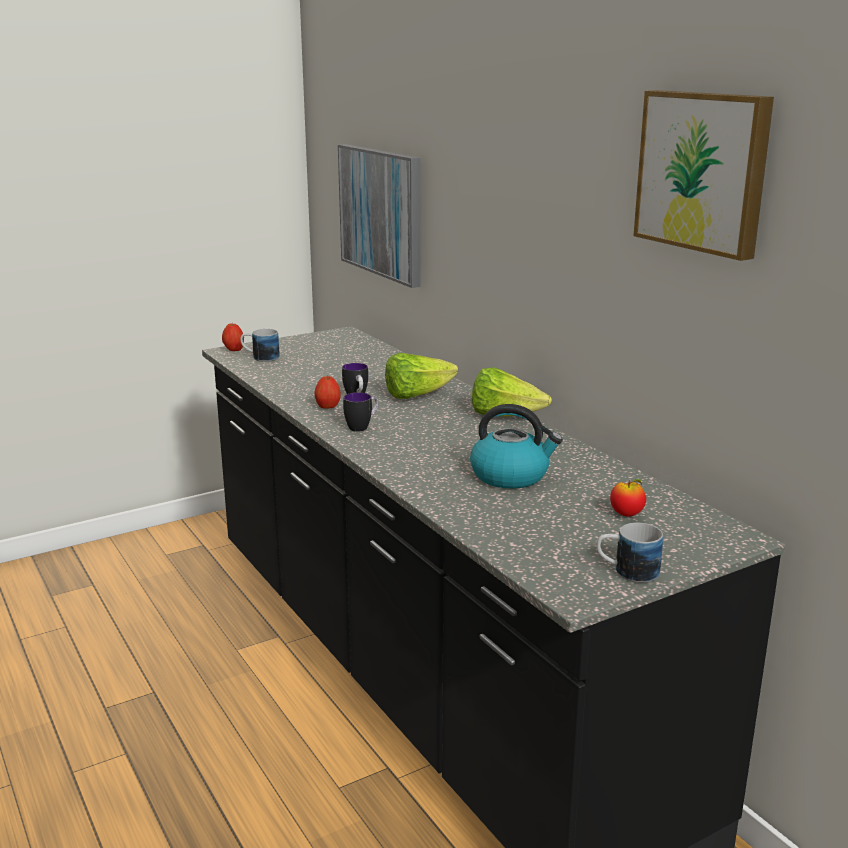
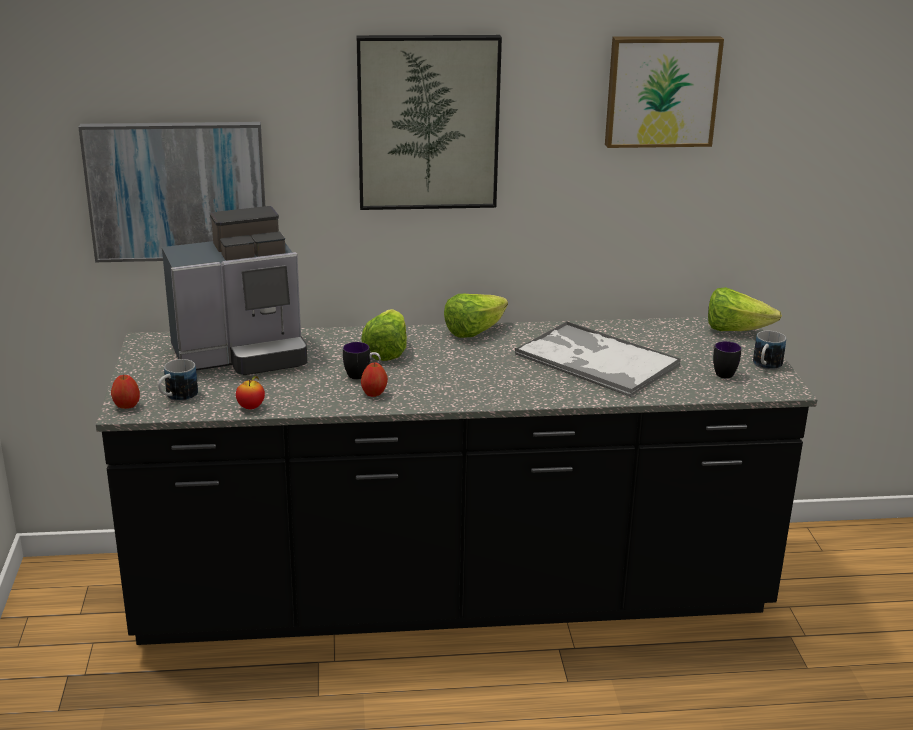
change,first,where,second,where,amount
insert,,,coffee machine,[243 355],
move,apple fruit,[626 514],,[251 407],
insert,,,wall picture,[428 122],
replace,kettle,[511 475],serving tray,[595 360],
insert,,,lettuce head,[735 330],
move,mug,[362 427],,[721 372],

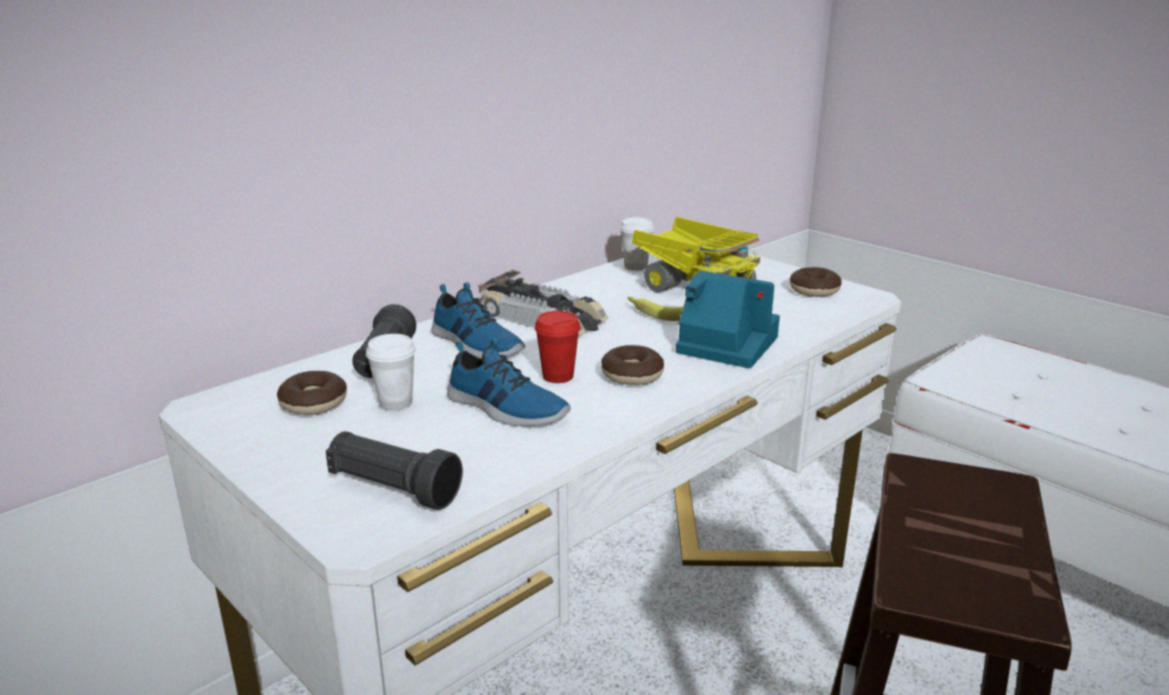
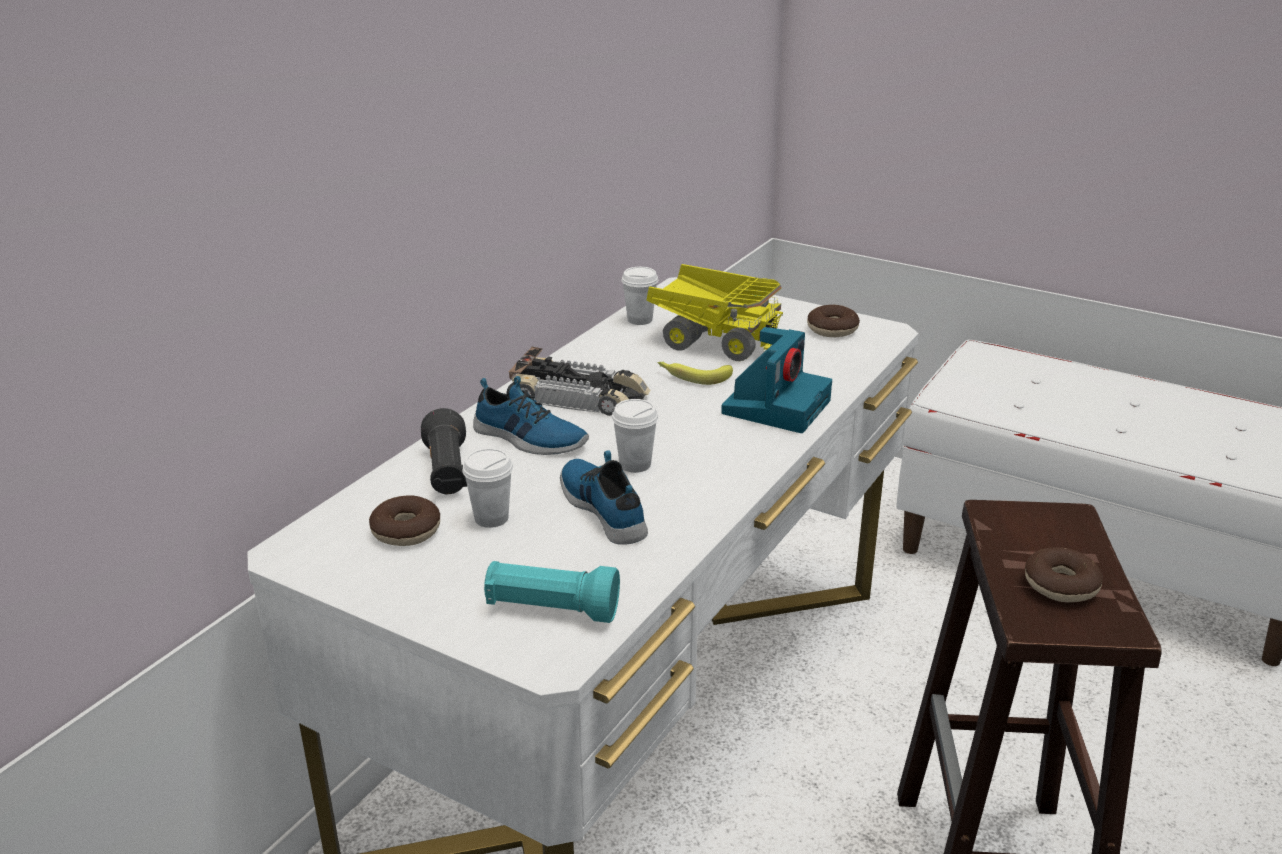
change,first,where,second,where,amount
recolor,black torch,[393 489],turquoise torch,[551 609],
rotate,item of footwear,[505 408],,[605 508],135 degrees counterclockwise
recolor,reddish small cup,[558 376],white small cup,[635 464],
rotate,still camera,[724 344],,[776 405],105 degrees clockwise
move,doughnut,[632 375],,[1061 585],

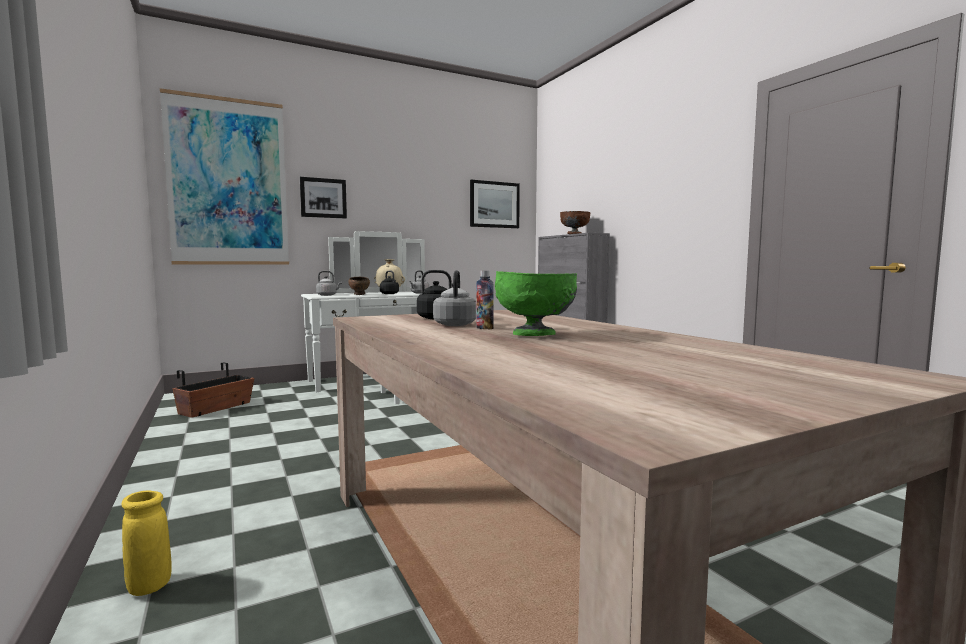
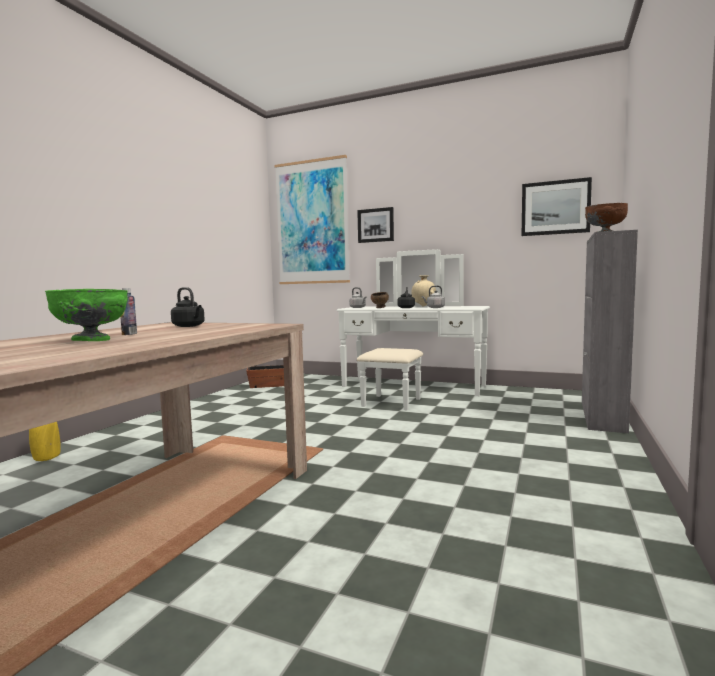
change,first,where,second,where,amount
delete,gray kettle,[455 324],,,

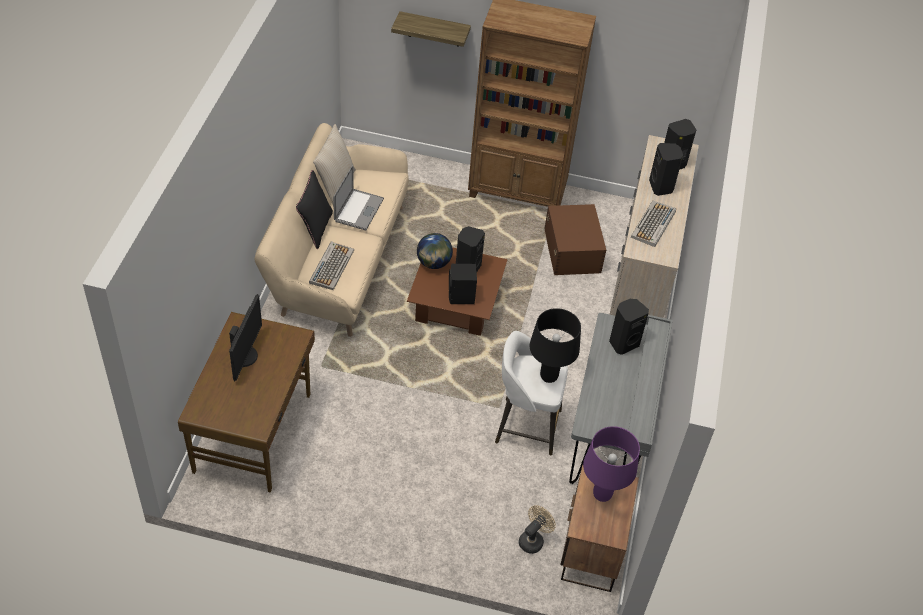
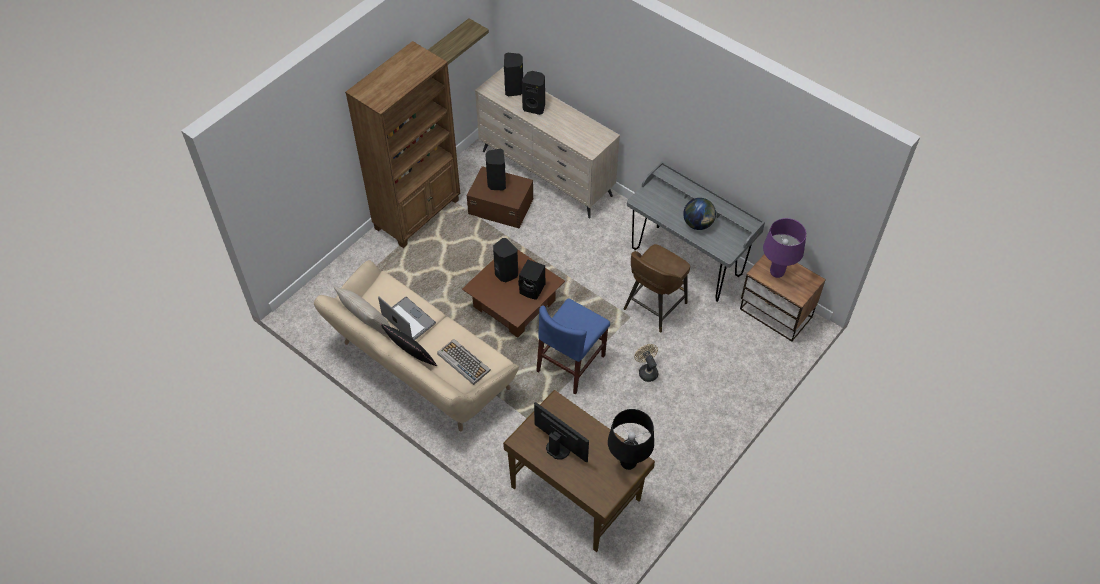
change,first,where,second,where,amount
move,bracket shelf,[434 29],,[447 44],
move,black audio speaker,[623 343],,[496 183],
insert,,,blue-coloured plain chair,[571 363],
move,black tabletop lamp,[549 376],,[628 463],
recolor,white stool,[525 425],brown stool,[654 307],
move,beige cooling fan,[533 540],,[646 371],
move,globe,[433 263],,[698 224],
delete,keyboard,[653 224],,,

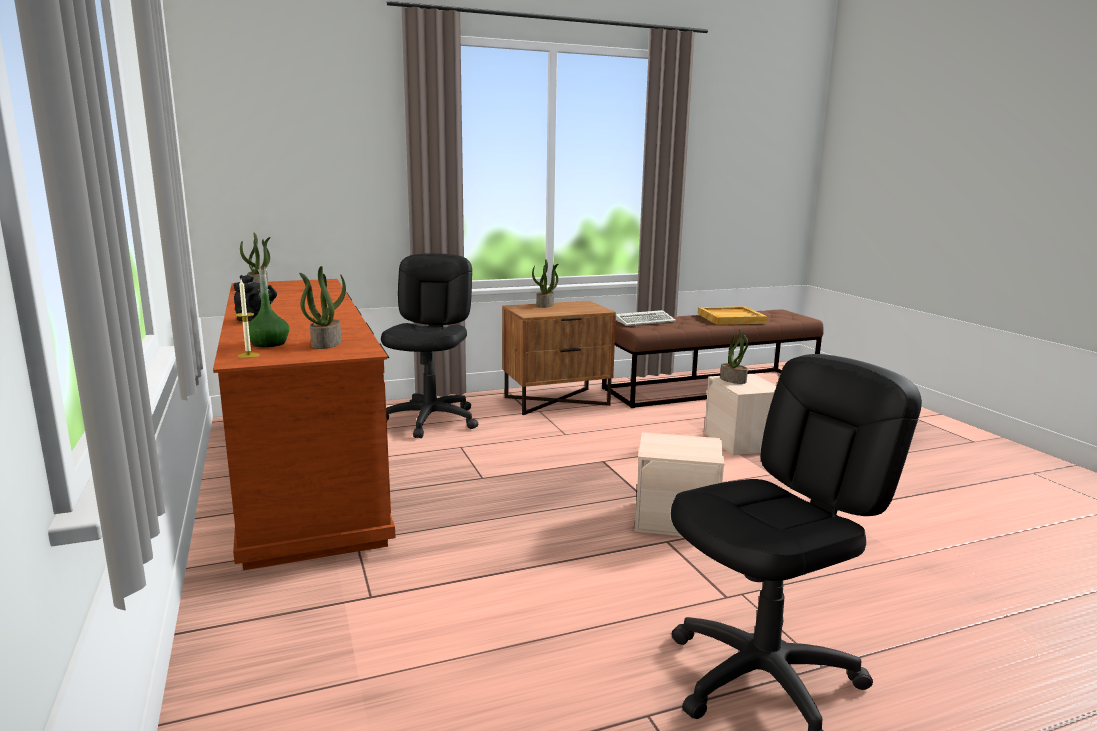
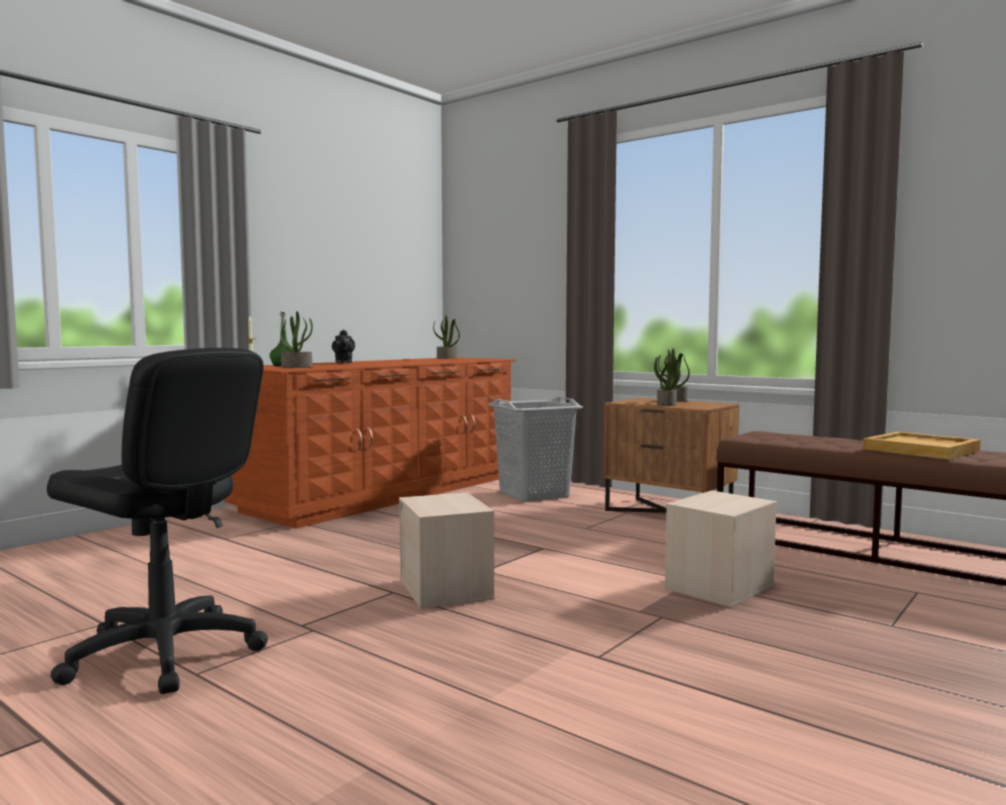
change,first,where,second,where,amount
replace,black office chair,[431 420],gray hamper,[534 494],
move,plant in a pot,[733 380],,[667 404],
delete,keyboard,[645 321],,,

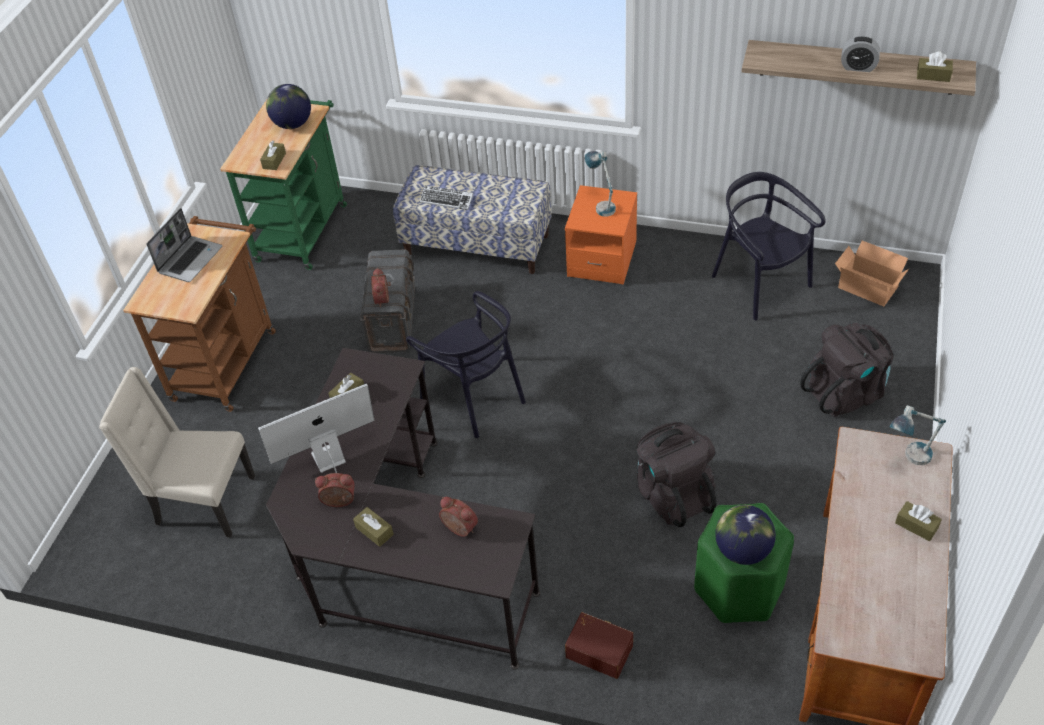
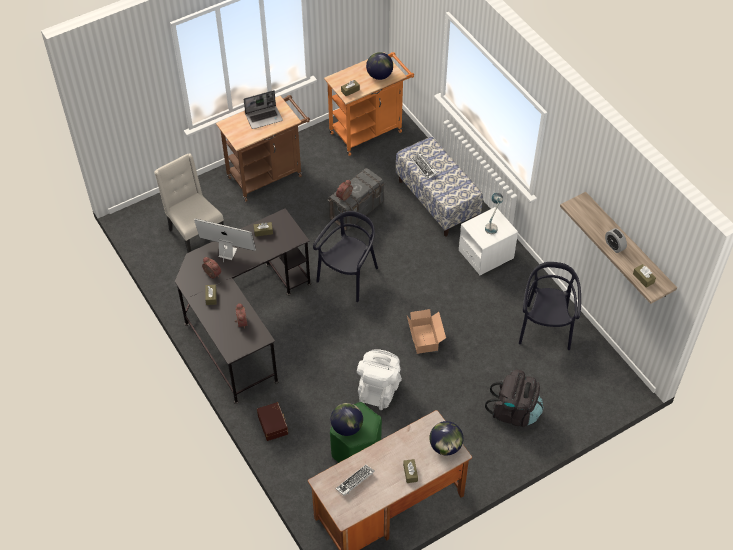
change,first,where,second,where,amount
rotate,black plain chair,[474 398],,[348 276],150 degrees counterclockwise
recolor,greenish wheeled cart,[303 228],orange wheeled cart,[369 130],
insert,,,keyboard,[355 481],
recolor,black rucksack,[672 494],white rucksack,[379 389],
move,packing box,[867 285],,[425 338],
replace,tabletop lamp,[908 458],globe,[445 446],
recolor,orange nightstand,[602 259],white nightstand,[486 254],

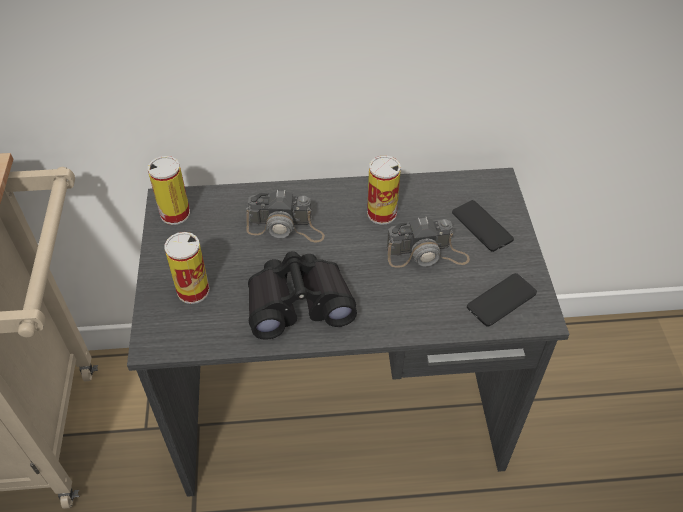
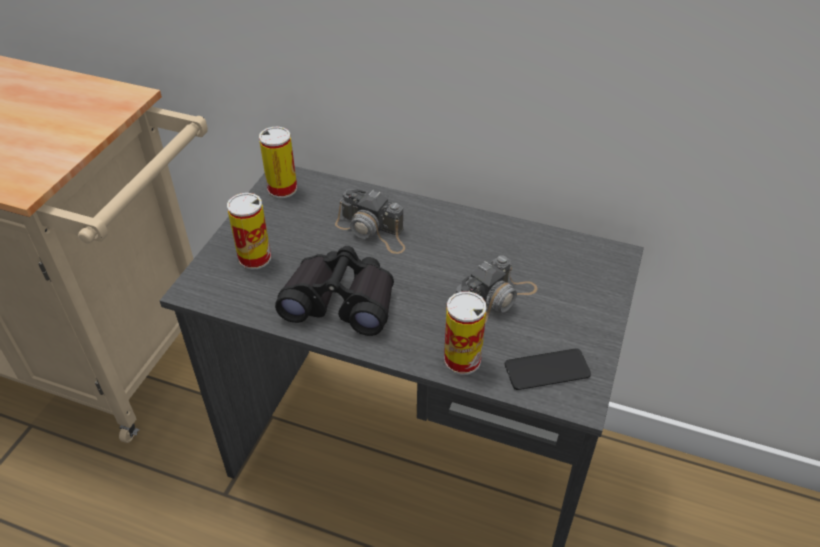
change,first,where,second,where,amount
move,metal can,[382 213],,[462 360],
rotate,still camera,[427 254],,[496 299],60 degrees counterclockwise
delete,telephone,[482 226],,,

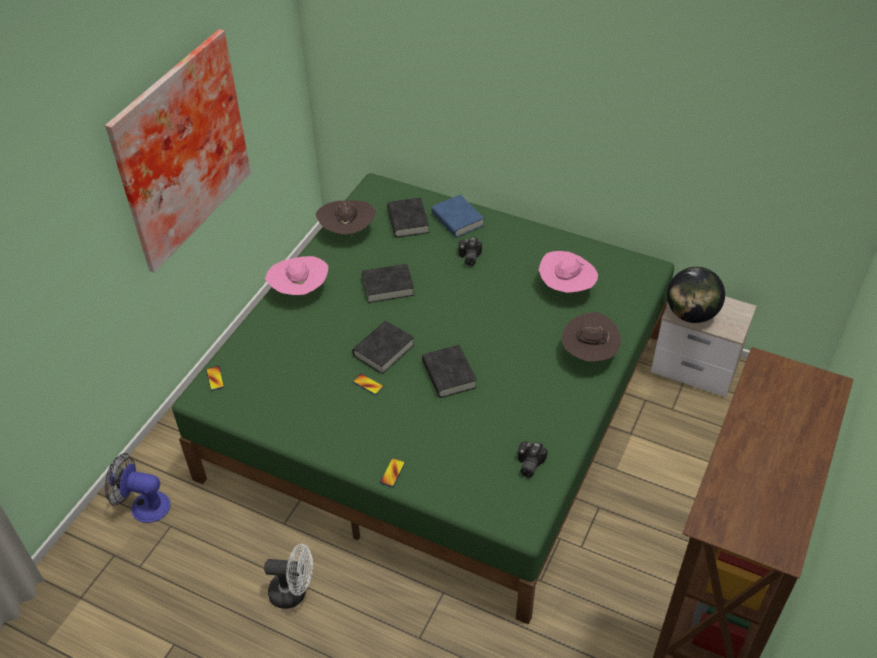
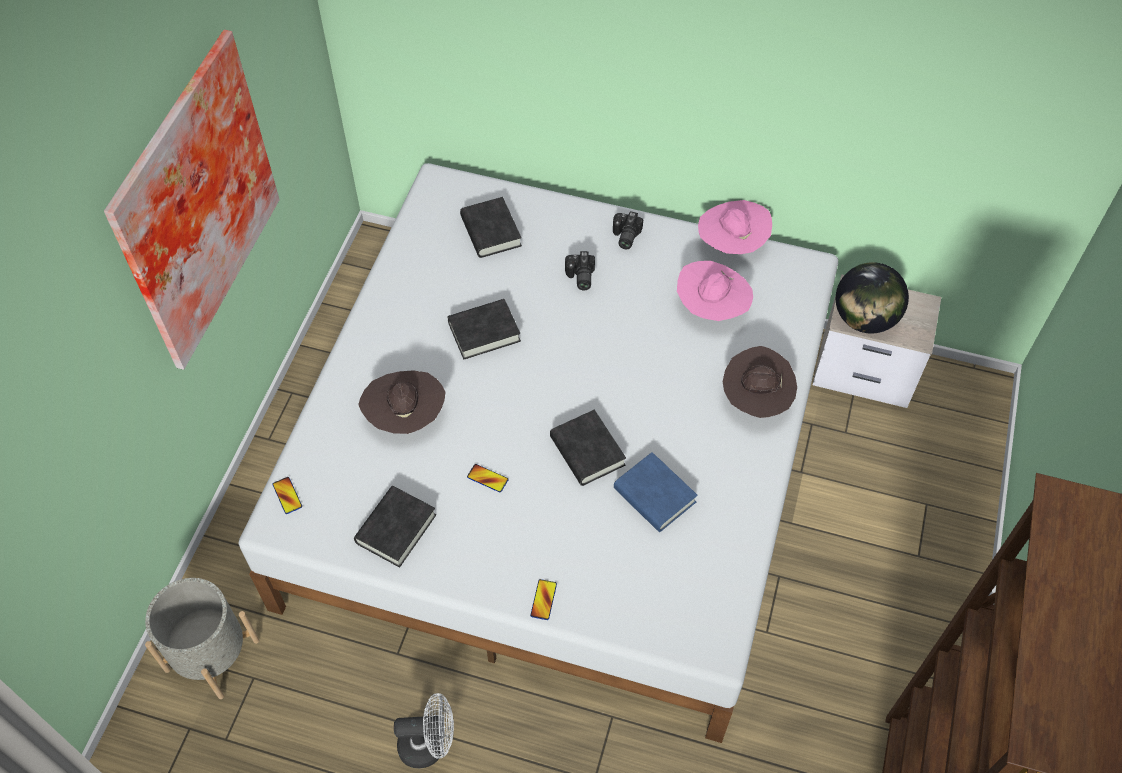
change,first,where,second,where,amount
replace,cooling fan,[143 505],gray plant pot,[212 655],
recolor,greenish bed,[440 404],white bed,[561 463],
move,black book,[383 350],,[396 529],
move,brown clothing hat,[347 232],,[406 417],
move,still camera,[528 464],,[624 237],
move,blue-coloured book,[457 220],,[654 496],
move,pink clothing hat,[300 291],,[731 245],

